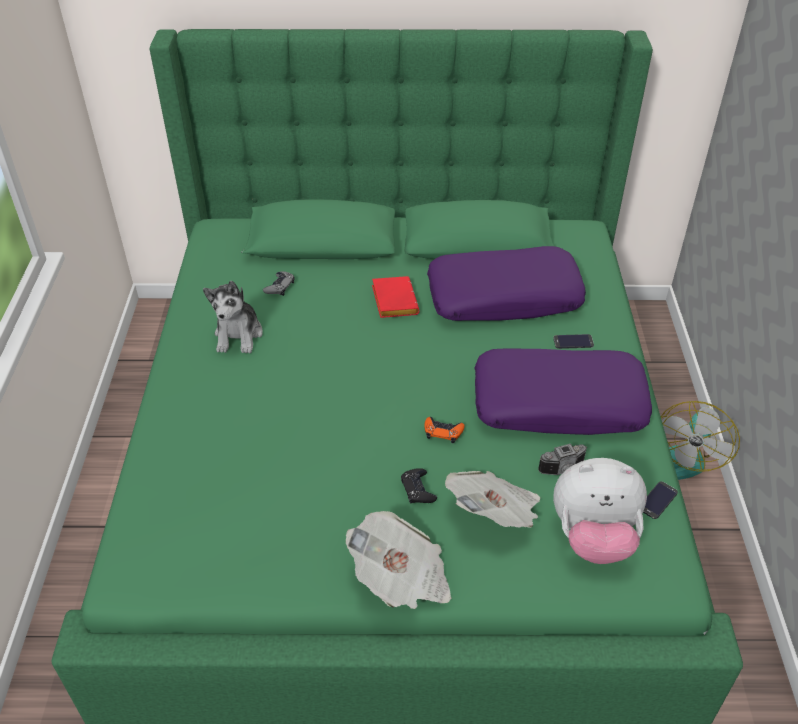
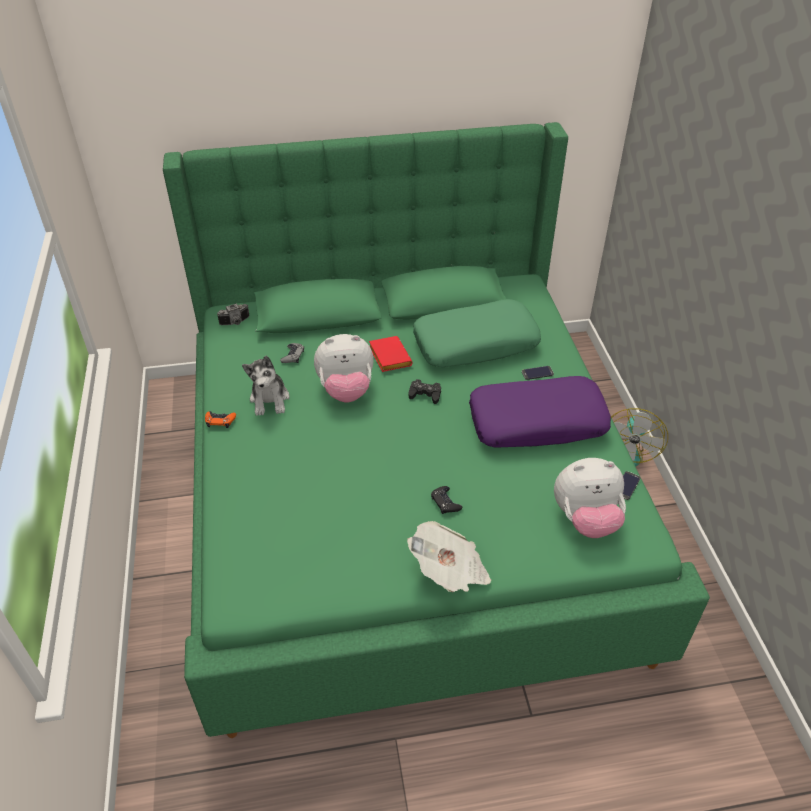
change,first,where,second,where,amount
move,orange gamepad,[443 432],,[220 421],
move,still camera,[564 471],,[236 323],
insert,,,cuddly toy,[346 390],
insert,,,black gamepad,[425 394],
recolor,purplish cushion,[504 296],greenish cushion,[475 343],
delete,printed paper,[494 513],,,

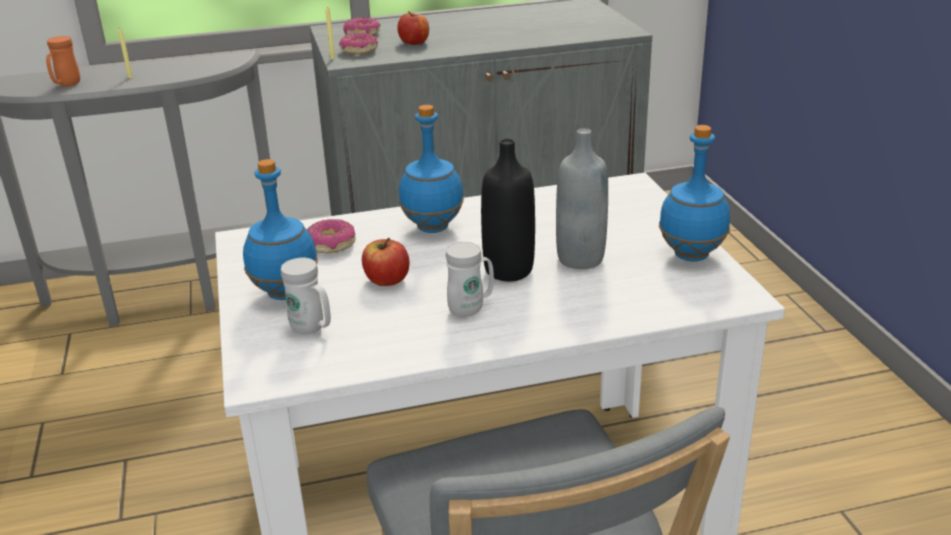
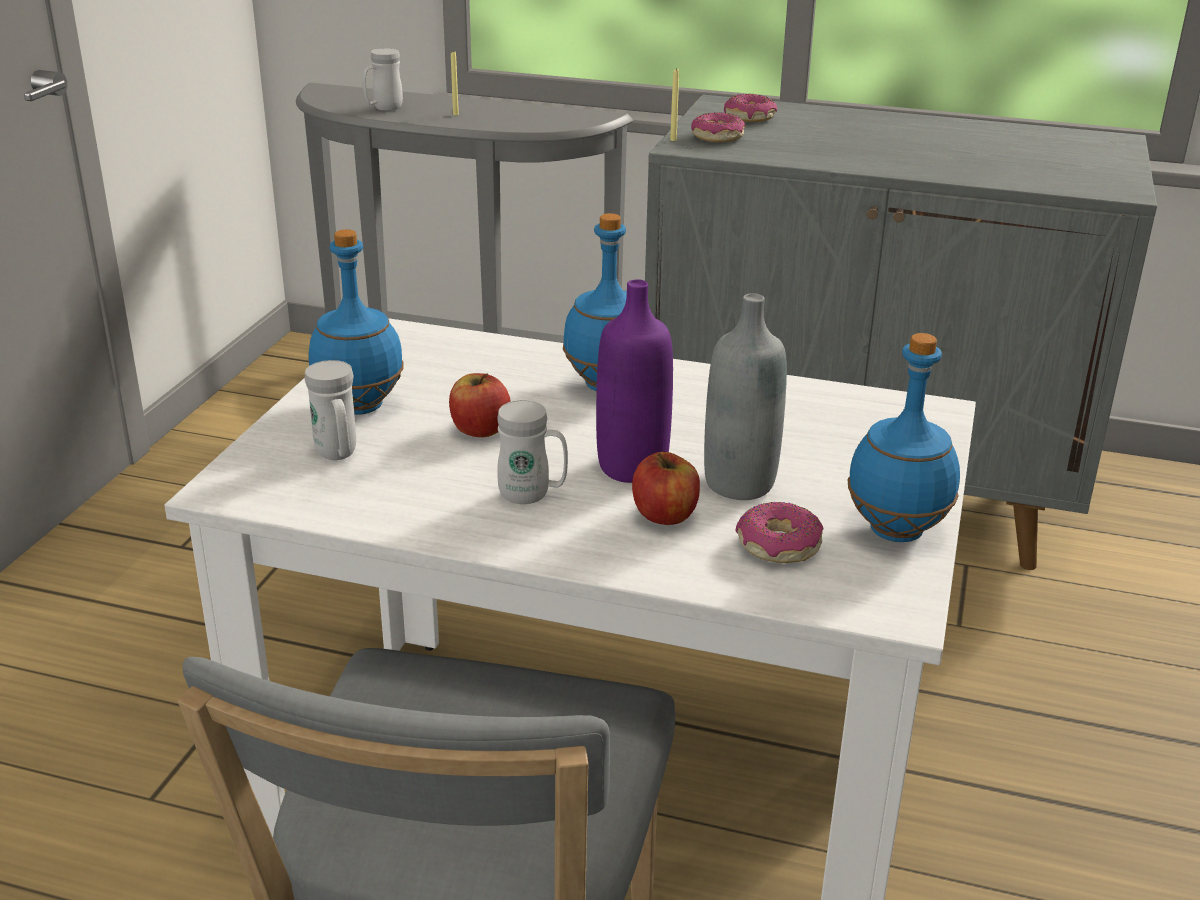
change,first,where,second,where,amount
recolor,orange mug,[66 85],white mug,[383 109],
recolor,black beverage bottle,[508 270],purplish beverage bottle,[632 467],
move,apple fruit,[414 42],,[665 515],
move,doughnut,[330 245],,[778 546],

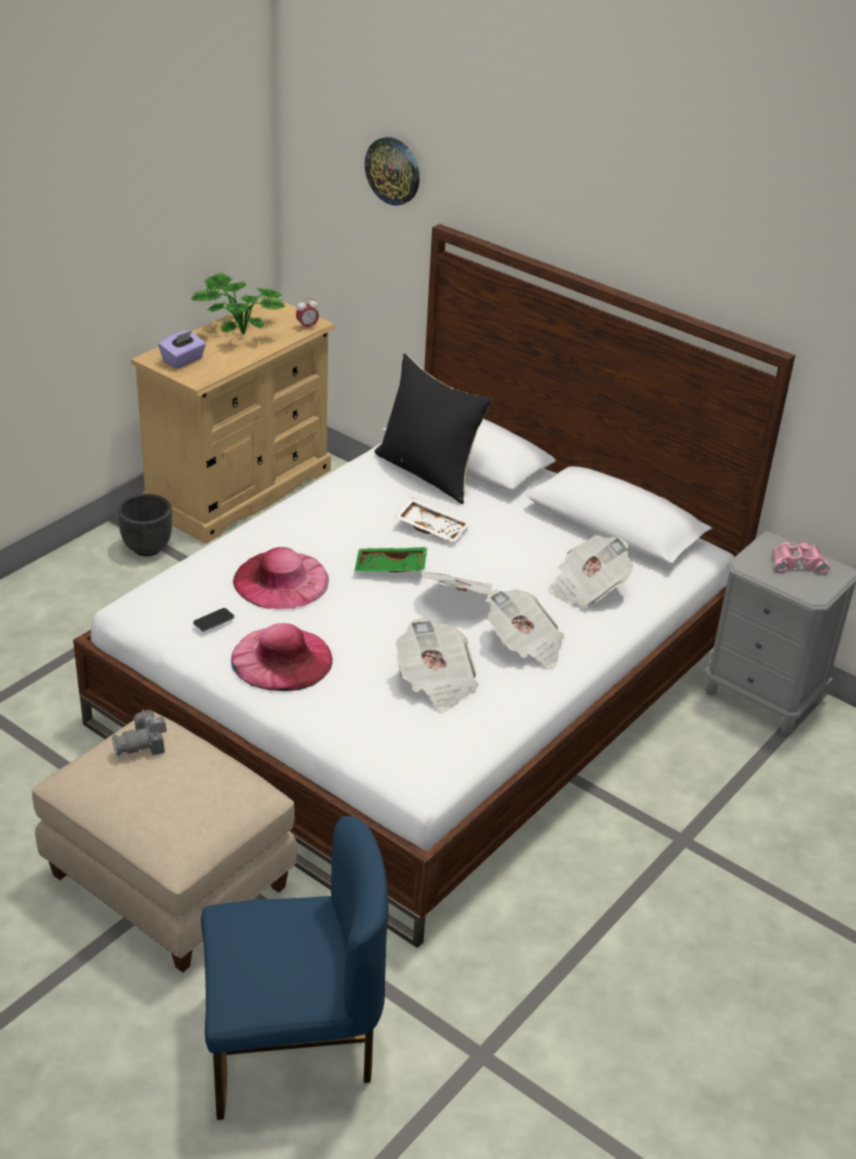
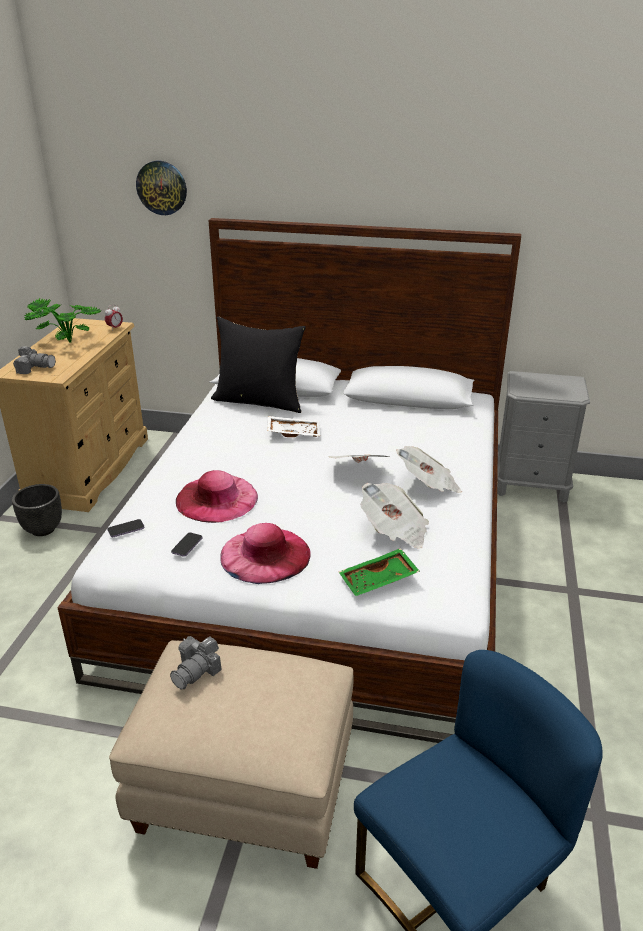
change,first,where,second,where,amount
replace,purplish tissue box,[183 360],still camera,[35 368],
insert,,,telephone,[126 529],
move,greenish serving tray,[390 568],,[379 581],
delete,printed paper,[587 588],,,
delete,pink pair of binoculars,[797 562],,,

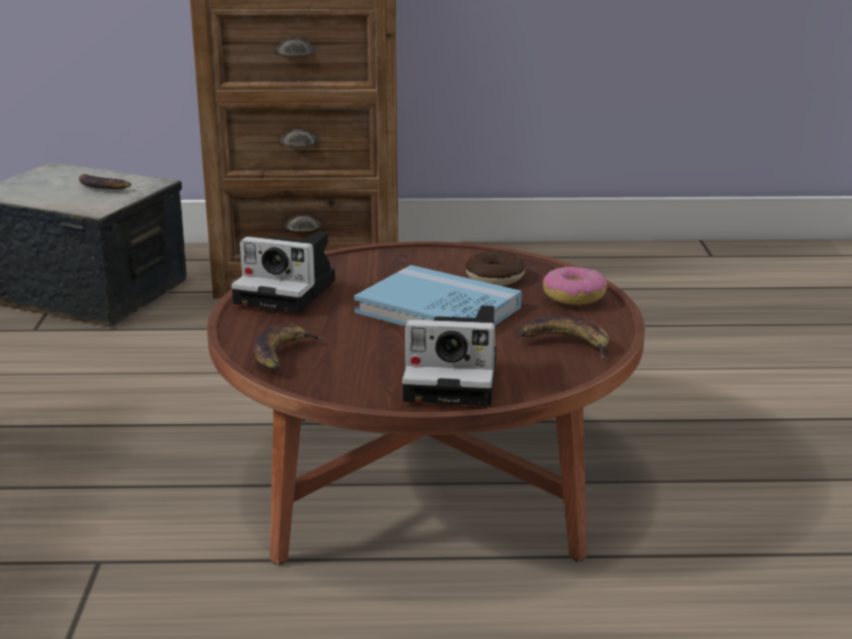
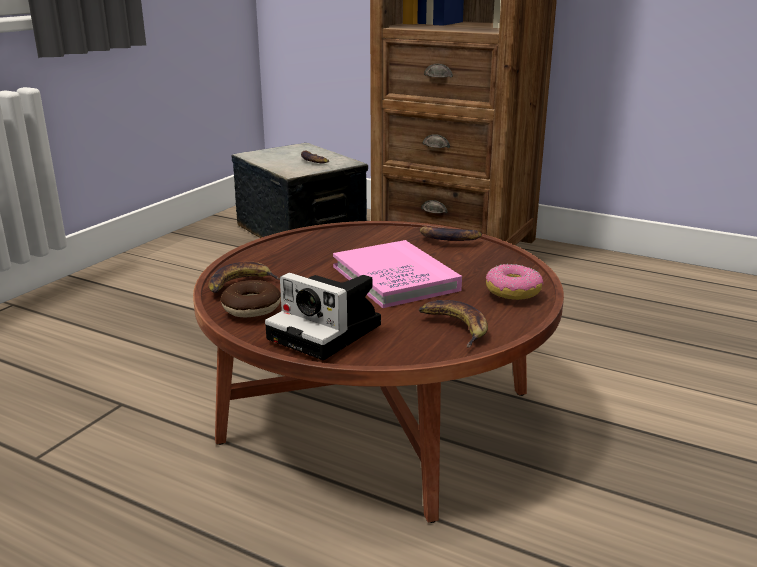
change,first,where,second,where,amount
move,doughnut,[494 278],,[251 308],
recolor,blue-coloured book,[438 310],pink book,[394 278],
insert,,,banana fruit,[448 238],
delete,still camera,[290 291],,,

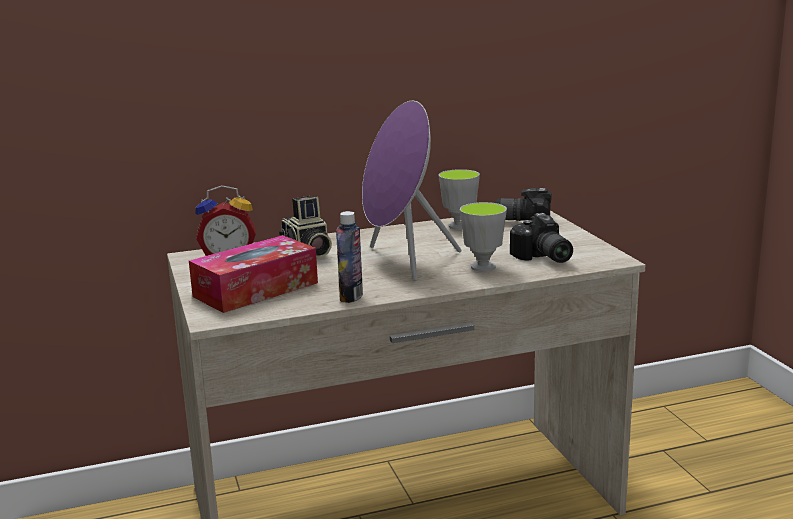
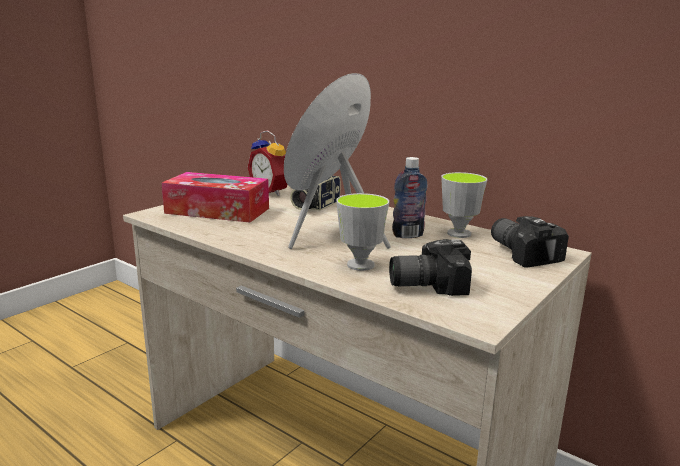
change,first,where,second,where,amount
rotate,still camera,[542 258],,[425 284],45 degrees clockwise
move,beverage bottle,[351 297],,[408 235],

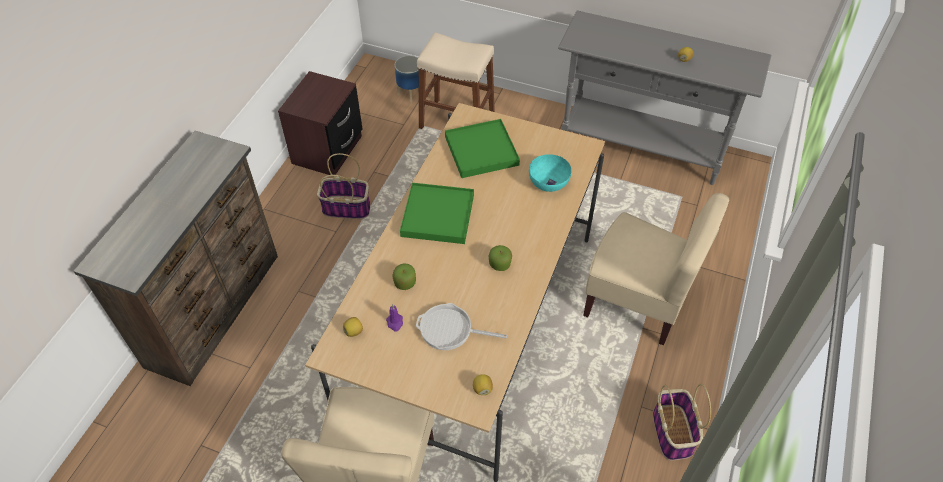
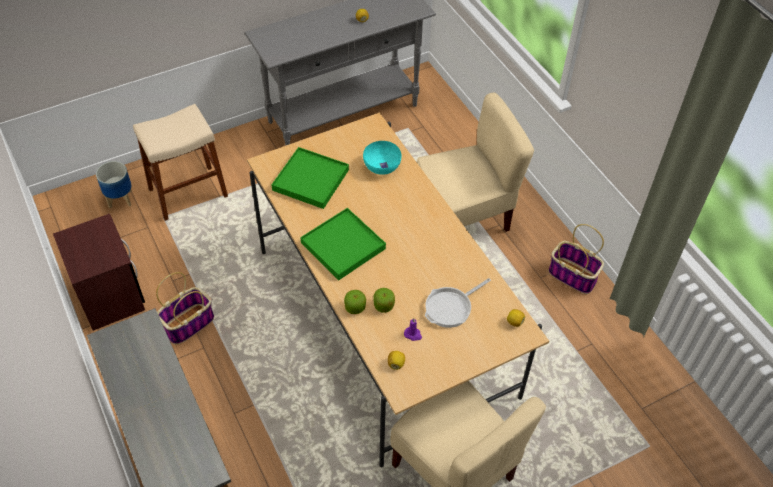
change,first,where,second,where,amount
move,apple fruit,[500 264],,[355 307],

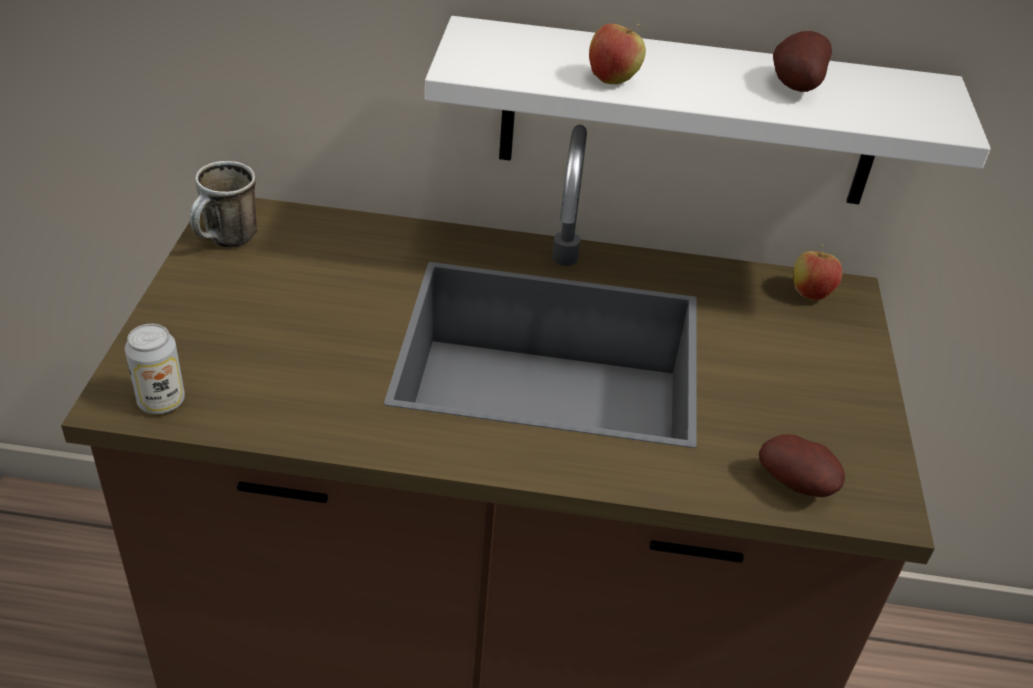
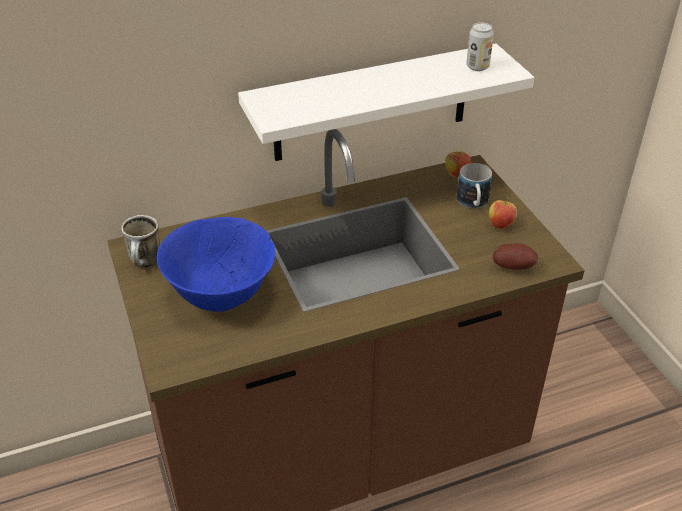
change,first,where,second,where,amount
insert,,,blue-coloured serving bowl,[220 294],
insert,,,mug,[473 204],
move,metal can,[161 401],,[477 67],
move,apple fruit,[613 80],,[500 225],
delete,whole potato,[793 85],,,

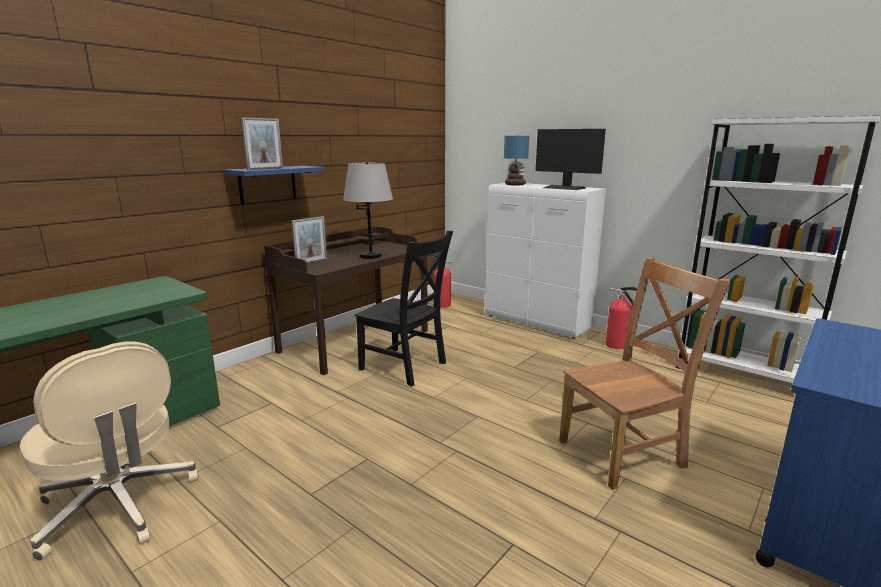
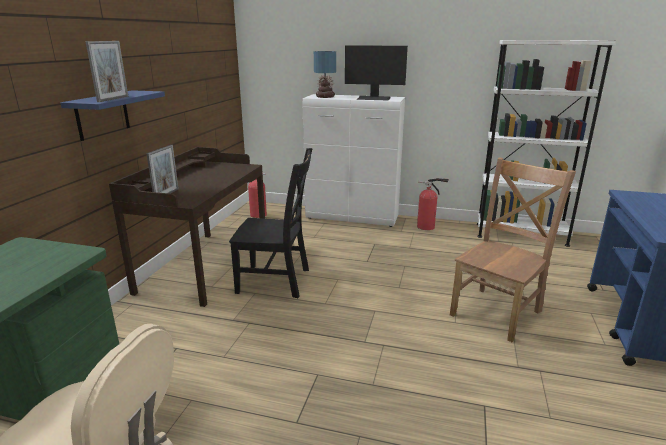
change,first,where,second,where,amount
delete,gray tabletop lamp,[371 256],,,

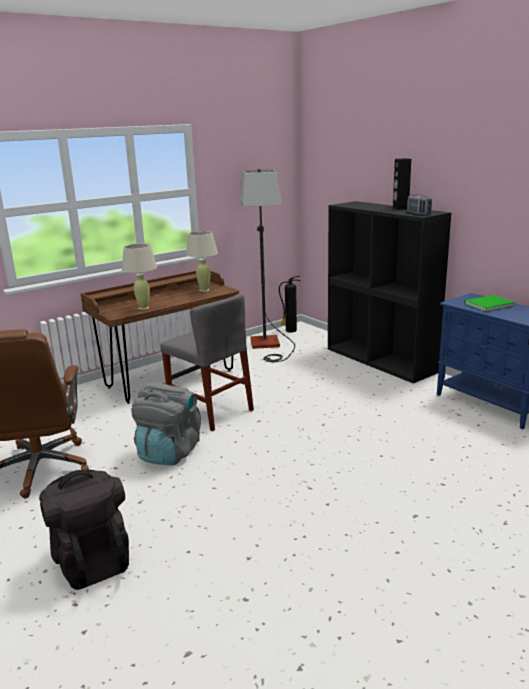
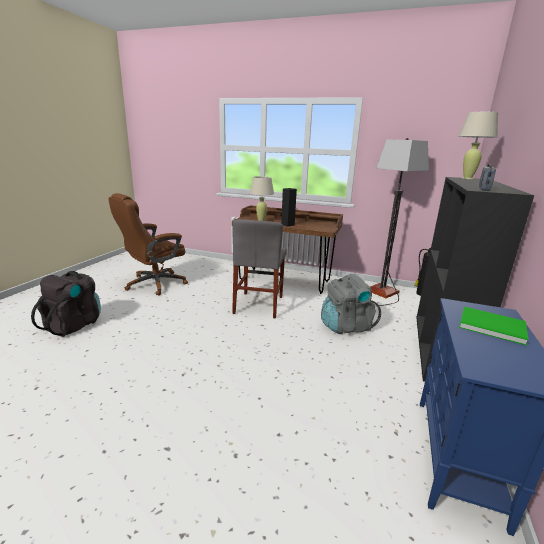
change,first,where,second,where,amount
move,black audio speaker,[400 208],,[287 225],
move,gray rucksack,[169 452],,[346 326],
move,beige tabletop lamp,[204 290],,[467 178],

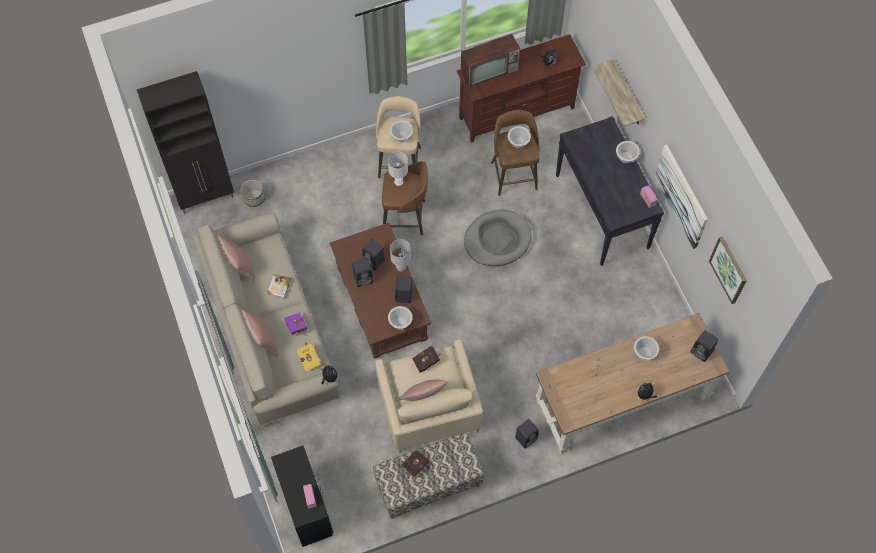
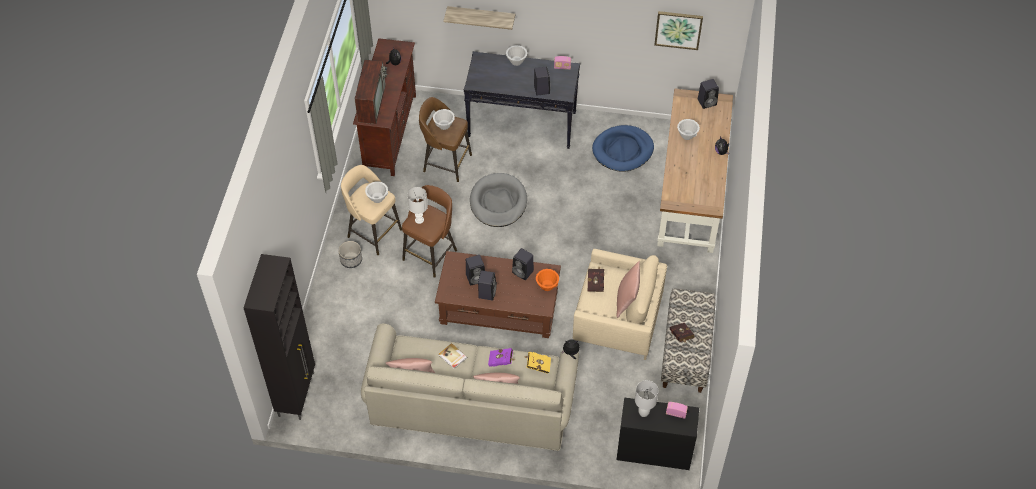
change,first,where,second,where,amount
move,plant pot,[253 198],,[351 260],
move,black audio speaker,[526 437],,[541 89],
recolor,white serving bowl,[400 323],orange serving bowl,[547 286],
insert,,,blue-coloured dog bed,[623 150],
move,white tabletop lamp,[401 268],,[644 413],
delete,wall picture,[682 196],,,

